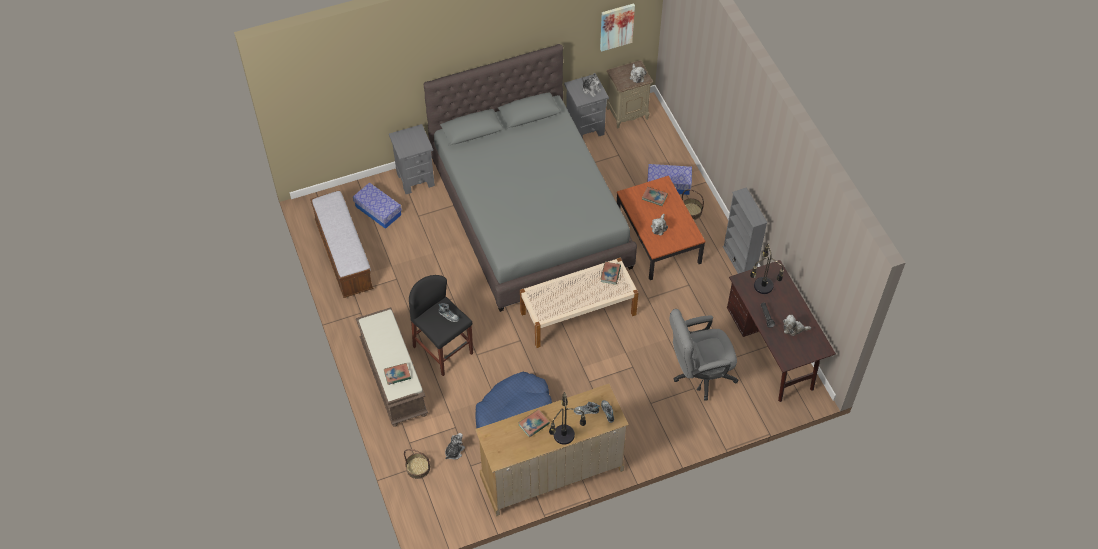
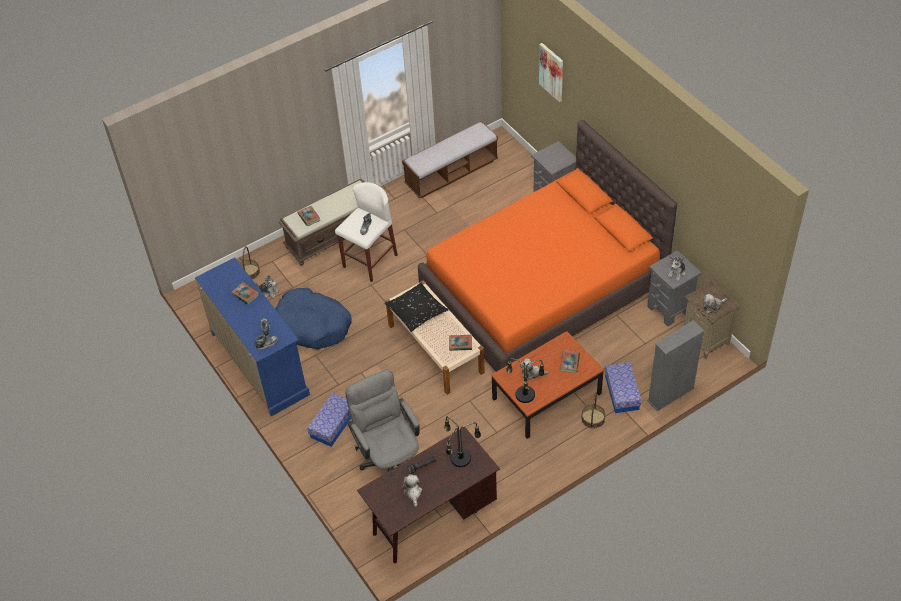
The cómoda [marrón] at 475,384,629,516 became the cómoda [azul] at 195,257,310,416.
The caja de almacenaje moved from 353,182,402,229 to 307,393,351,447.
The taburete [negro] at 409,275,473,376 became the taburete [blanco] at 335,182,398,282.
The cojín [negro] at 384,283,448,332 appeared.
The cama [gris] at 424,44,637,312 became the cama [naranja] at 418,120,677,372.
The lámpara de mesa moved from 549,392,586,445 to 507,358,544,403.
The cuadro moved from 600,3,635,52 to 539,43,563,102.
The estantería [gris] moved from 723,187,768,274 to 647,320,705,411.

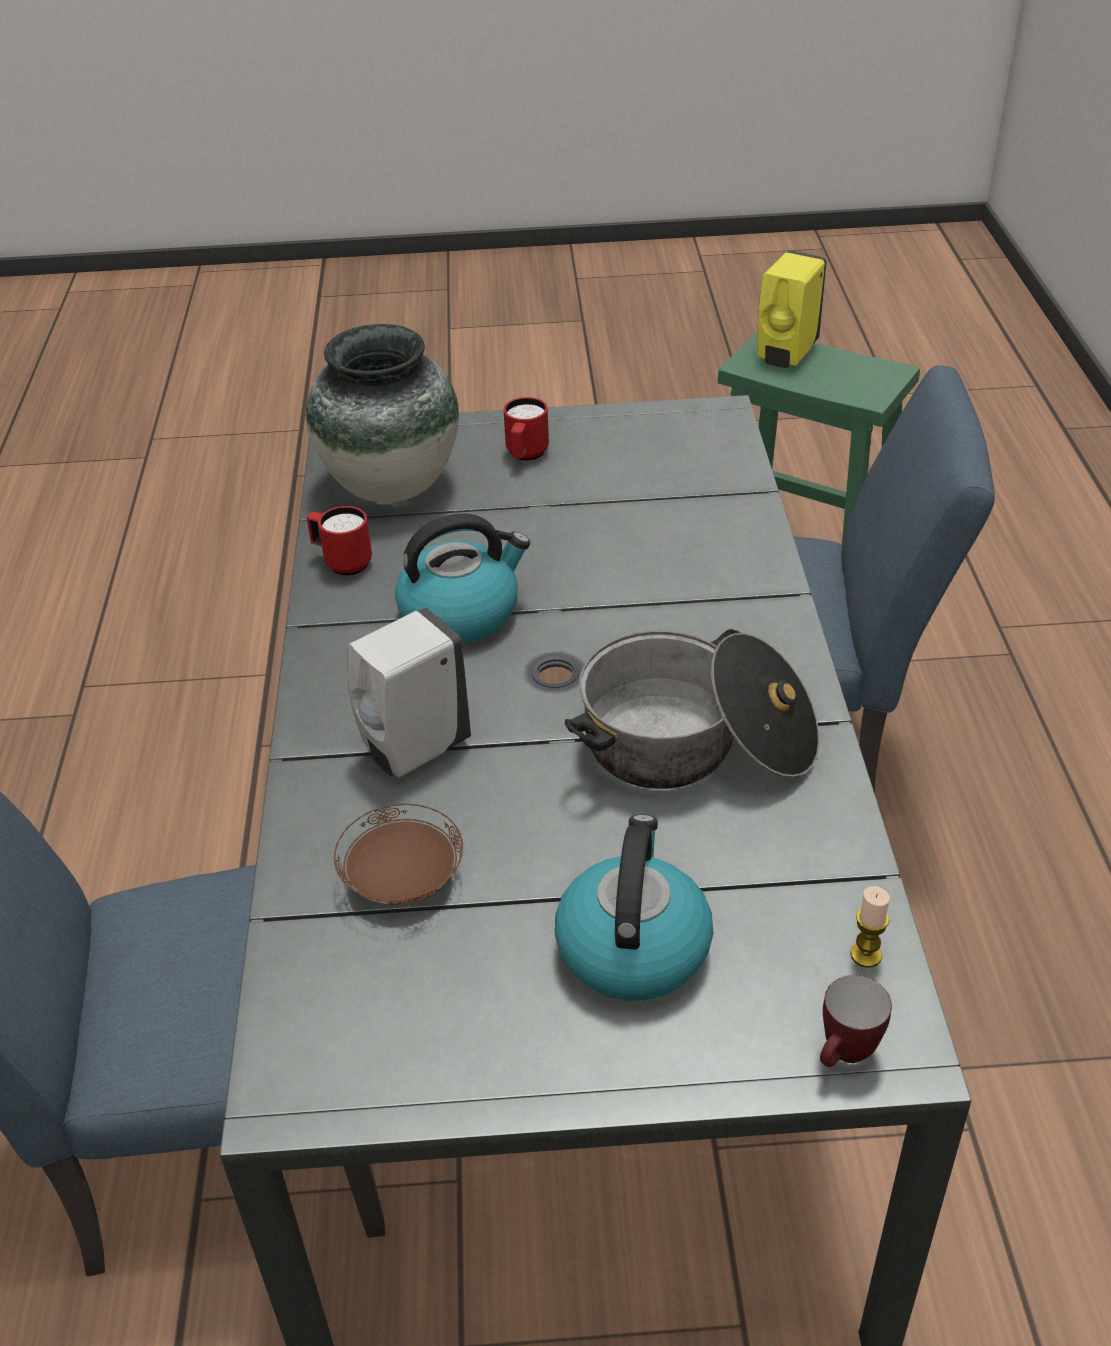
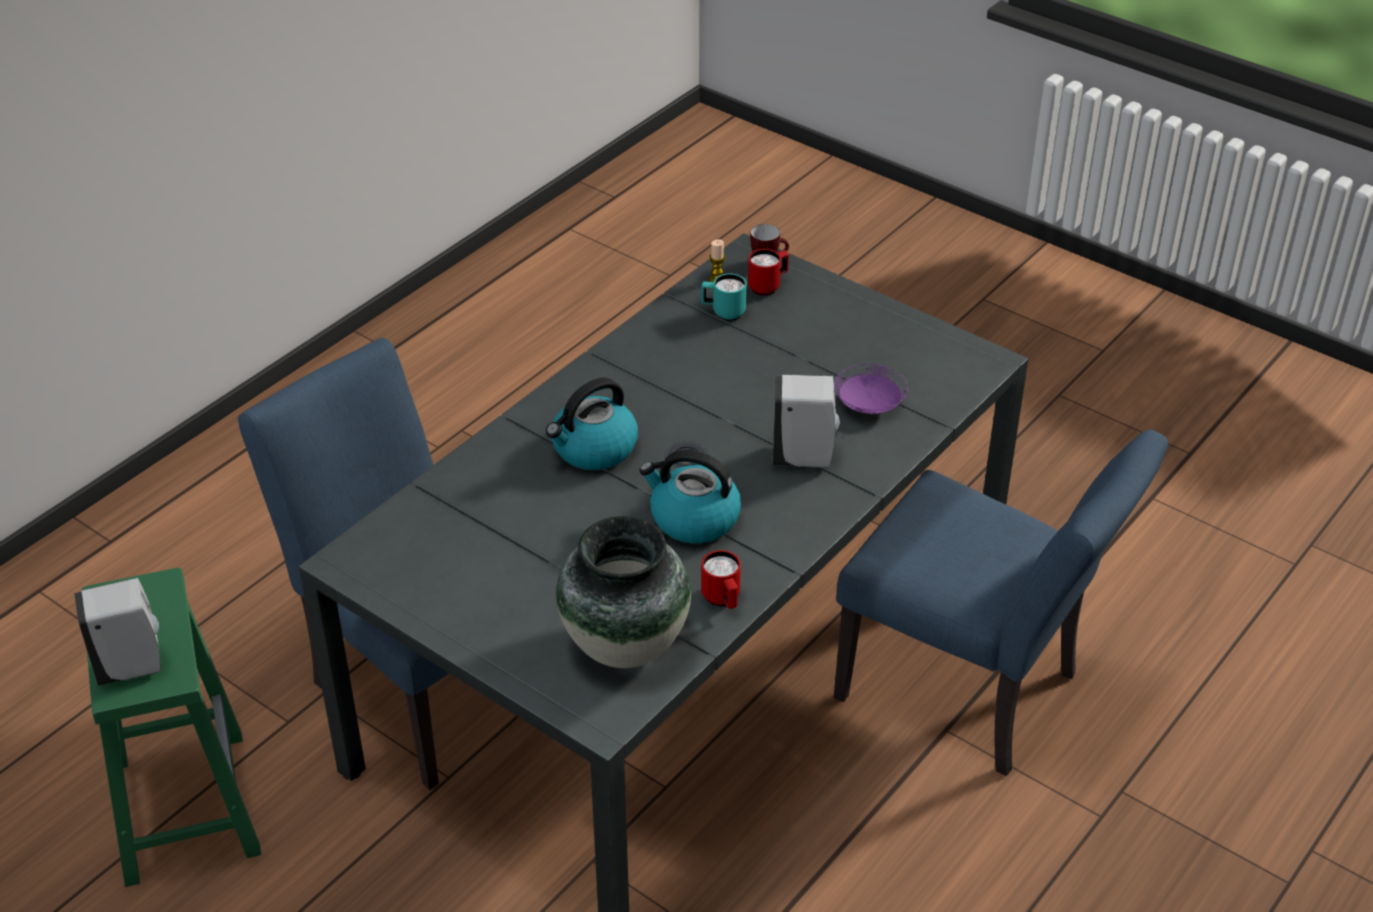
The dispensador de jabón [amarillo] at 757,251,827,368 became the dispensador de jabón [blanco] at 74,578,161,686.
The hervidor moved from 555,815,713,1000 to 546,377,638,470.
The taza grande [turquesa] at 702,274,746,321 appeared.
The taza grande [rojo] moved from 503,397,549,461 to 748,249,789,296.
The plato [marrón] at 334,804,463,905 became the plato [morado] at 834,364,908,414.
The olla at 565,629,819,789 disappeared.

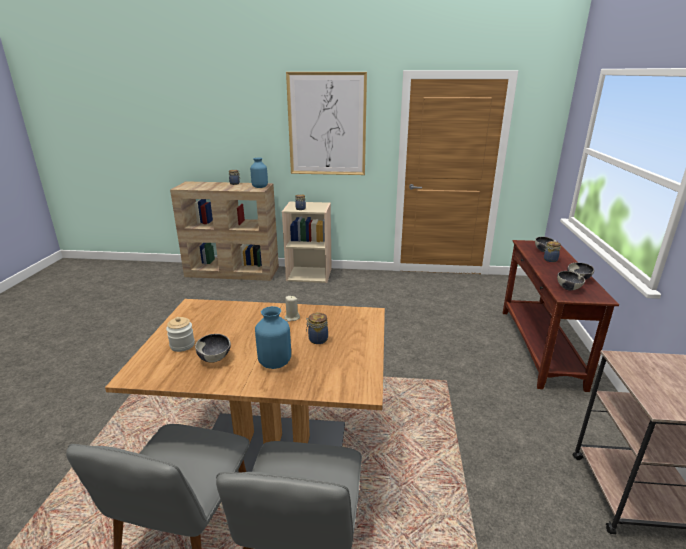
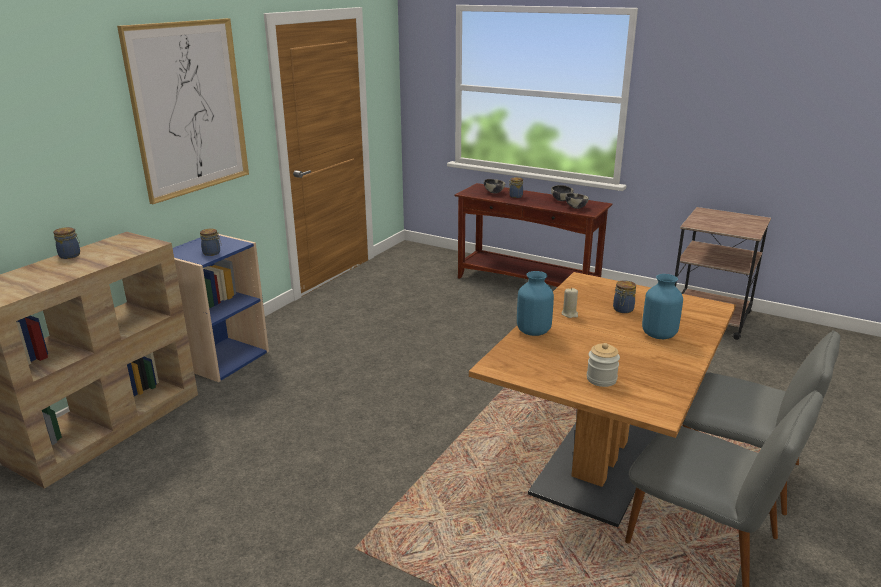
The estantería [beis] at 282,202,331,283 became the estantería [azul] at 173,234,269,382.
The florero [azul] moved from 250,158,268,188 to 517,271,554,336.
The cuenco at 195,334,231,363 disappeared.

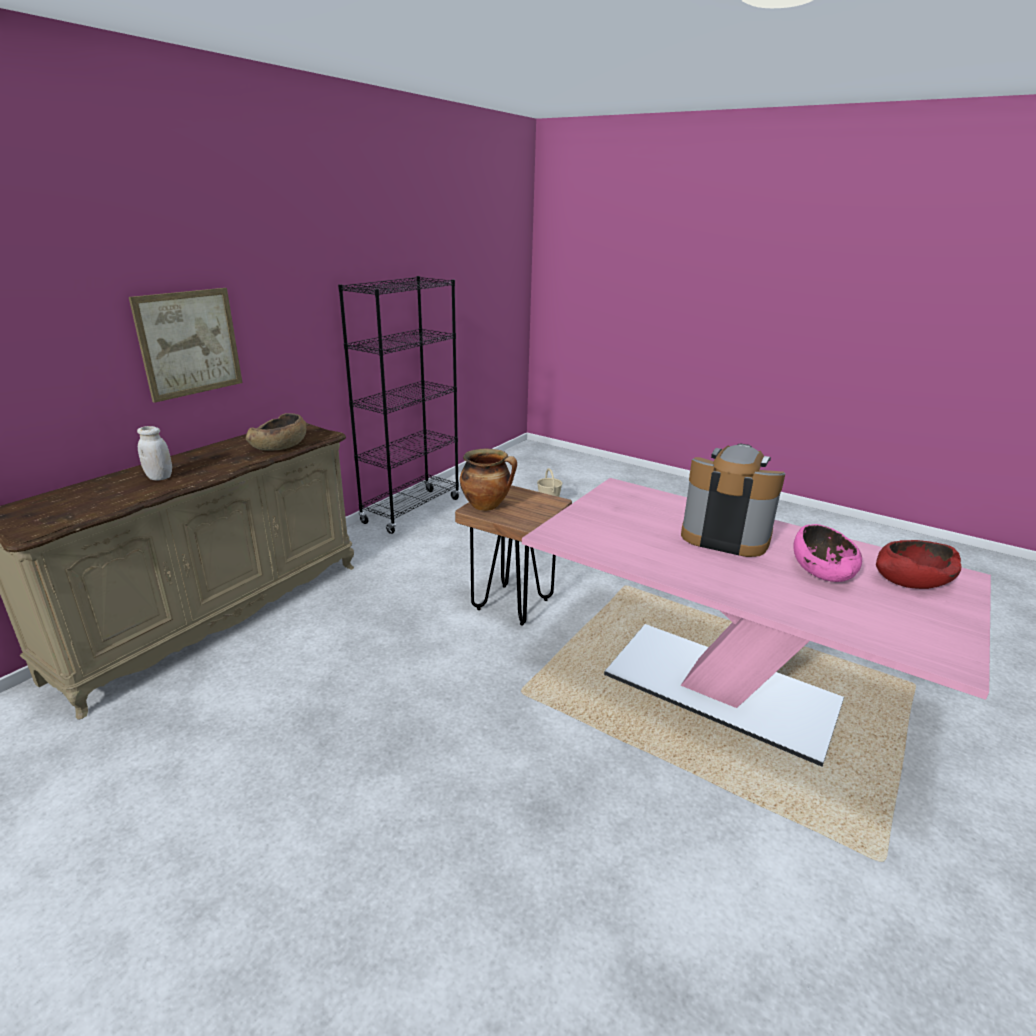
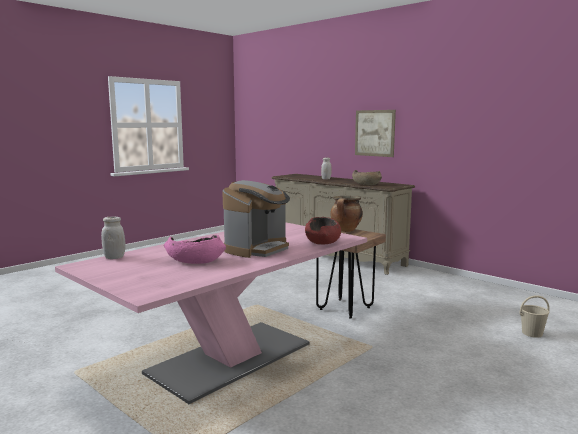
The tarro [blanco] at 101,217,125,259 appeared.
The cuenco [rojo] moved from 876,540,961,589 to 305,217,341,245.
The estantería [negro] at 338,276,460,534 disappeared.

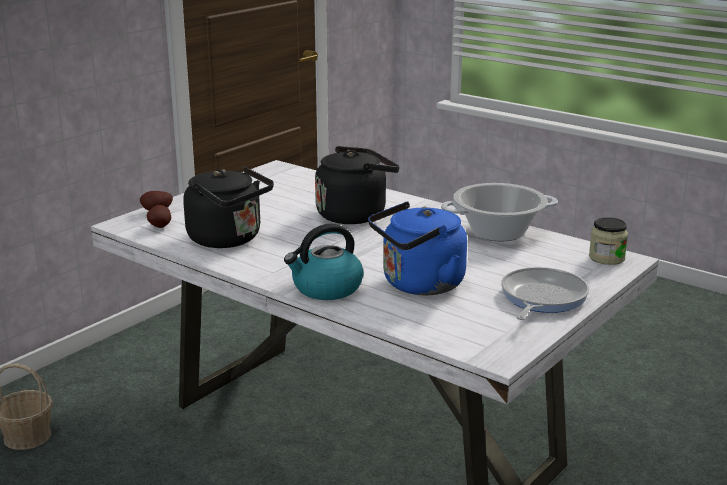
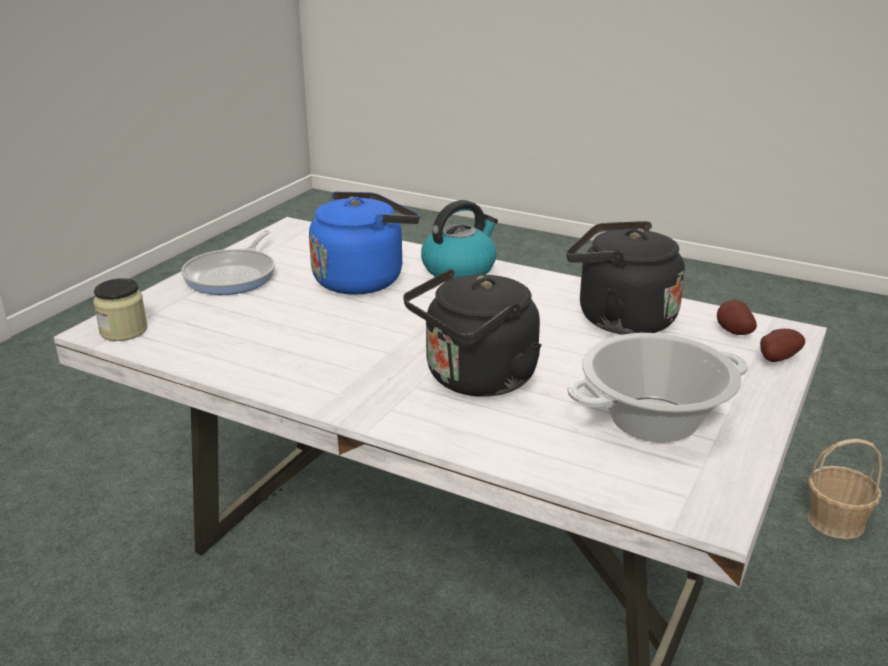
The olla moved from 441,183,558,241 to 567,333,748,443.

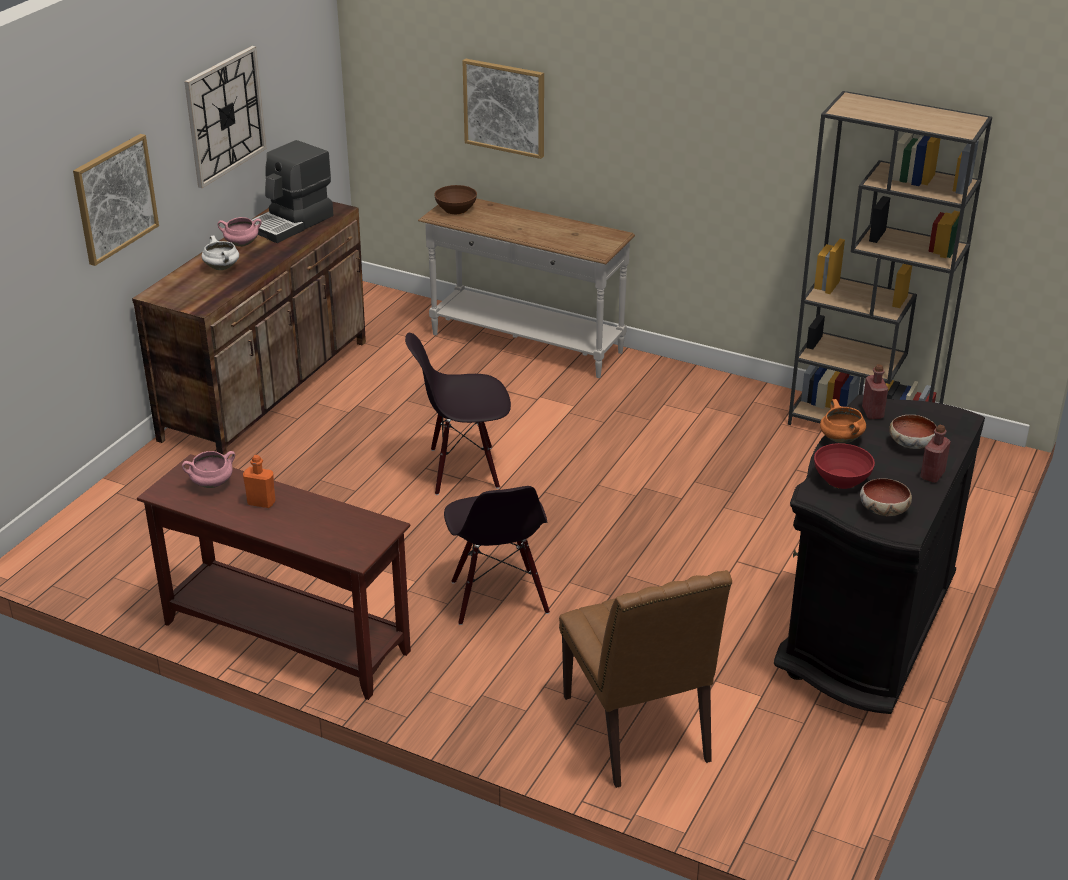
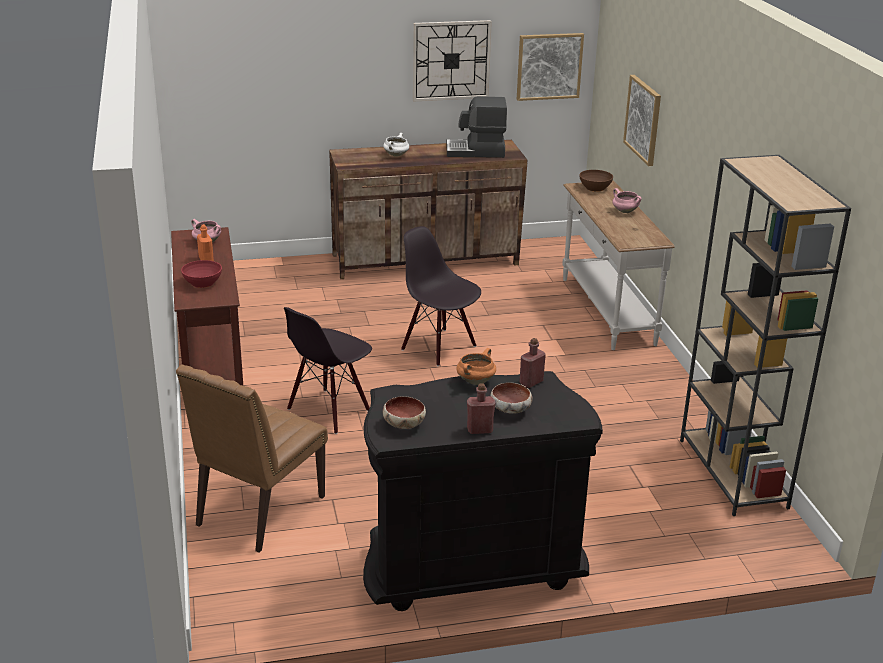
The cuenco [rojo] moved from 814,443,875,489 to 181,260,222,288.
The cuadro moved from 73,134,159,266 to 517,33,584,101.
The olla [rosa] moved from 218,217,262,247 to 612,188,641,213.

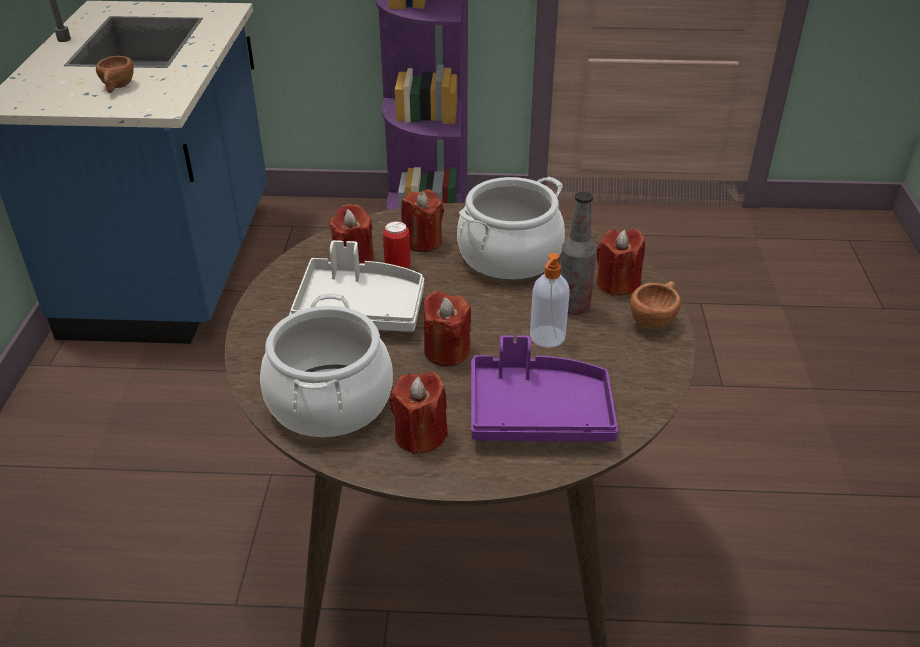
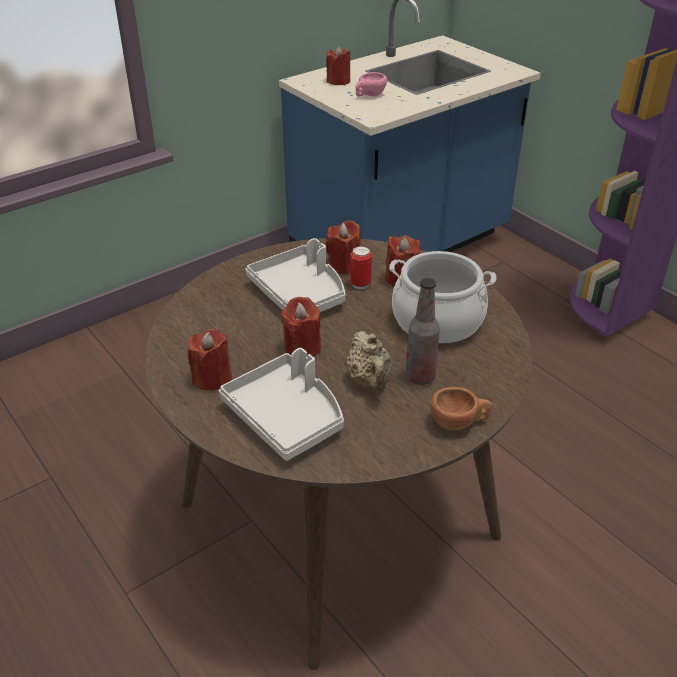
The bandeja [morado] at 471,335,618,442 became the bandeja [gris] at 219,348,344,461.
The vela [rojo] moved from 597,229,645,296 to 326,46,351,85.
The dispensador de jabón at 530,253,570,348 was replaced by the tetera [beis] at 347,331,393,392.
The taza [marrón] at 96,56,134,93 became the taza [rosa] at 356,72,387,97.
The olla at 260,293,393,438 disappeared.

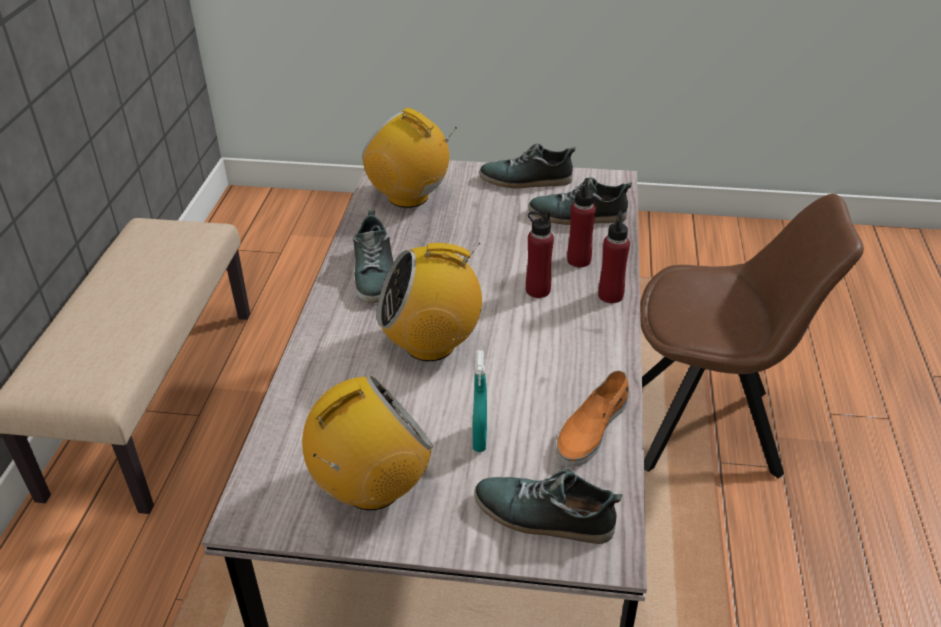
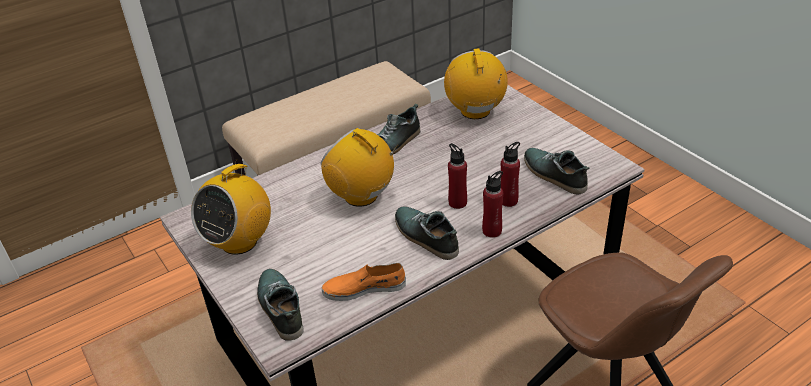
The radio at 302,375,433,511 turned 105 degrees clockwise.
The zapato moved from 479,144,576,189 to 395,206,459,260.
The pulverizador [turquesa] at 473,350,487,452 disappeared.

